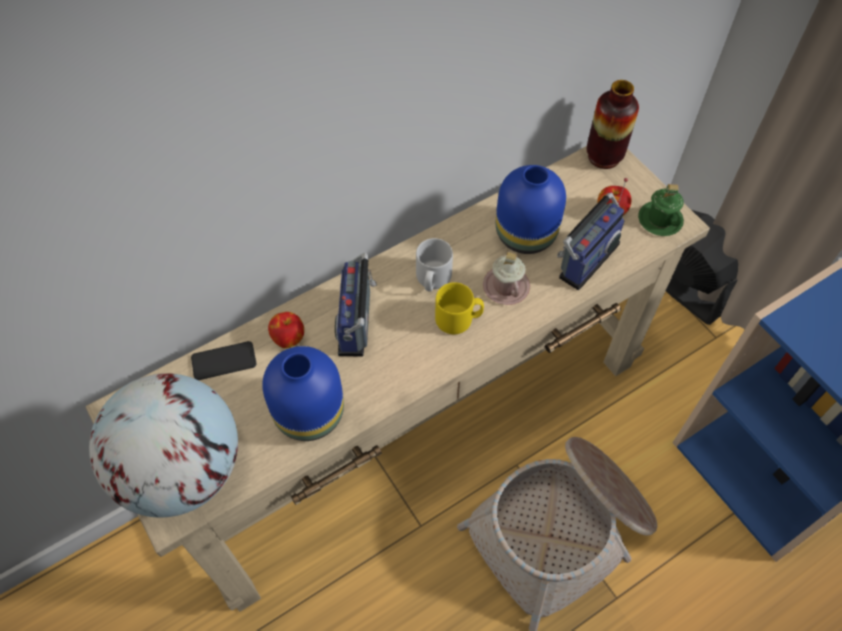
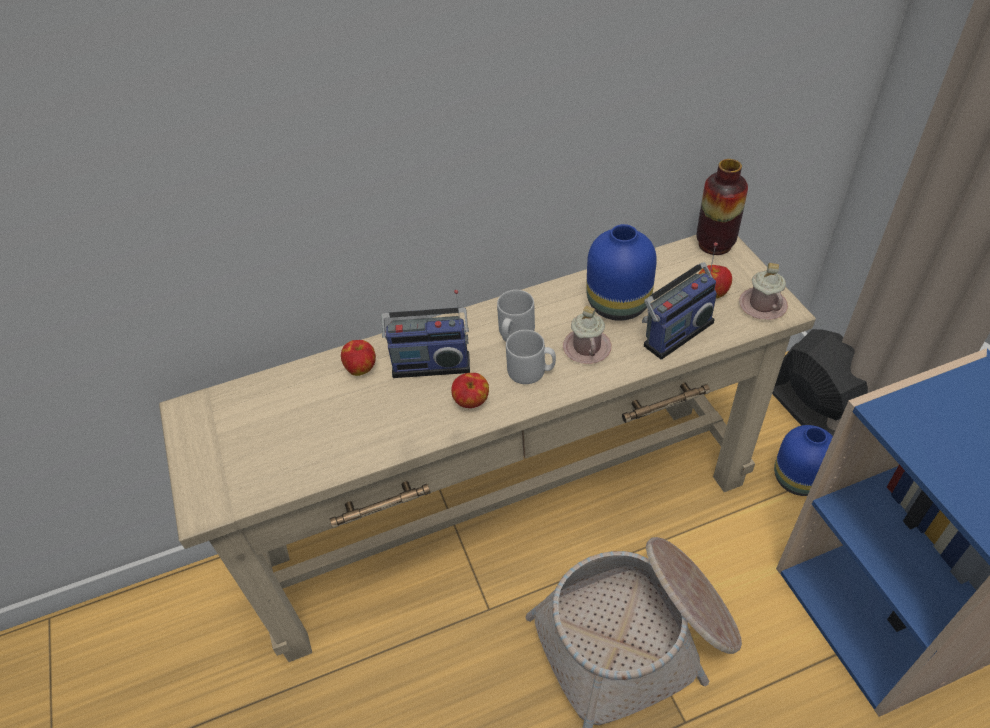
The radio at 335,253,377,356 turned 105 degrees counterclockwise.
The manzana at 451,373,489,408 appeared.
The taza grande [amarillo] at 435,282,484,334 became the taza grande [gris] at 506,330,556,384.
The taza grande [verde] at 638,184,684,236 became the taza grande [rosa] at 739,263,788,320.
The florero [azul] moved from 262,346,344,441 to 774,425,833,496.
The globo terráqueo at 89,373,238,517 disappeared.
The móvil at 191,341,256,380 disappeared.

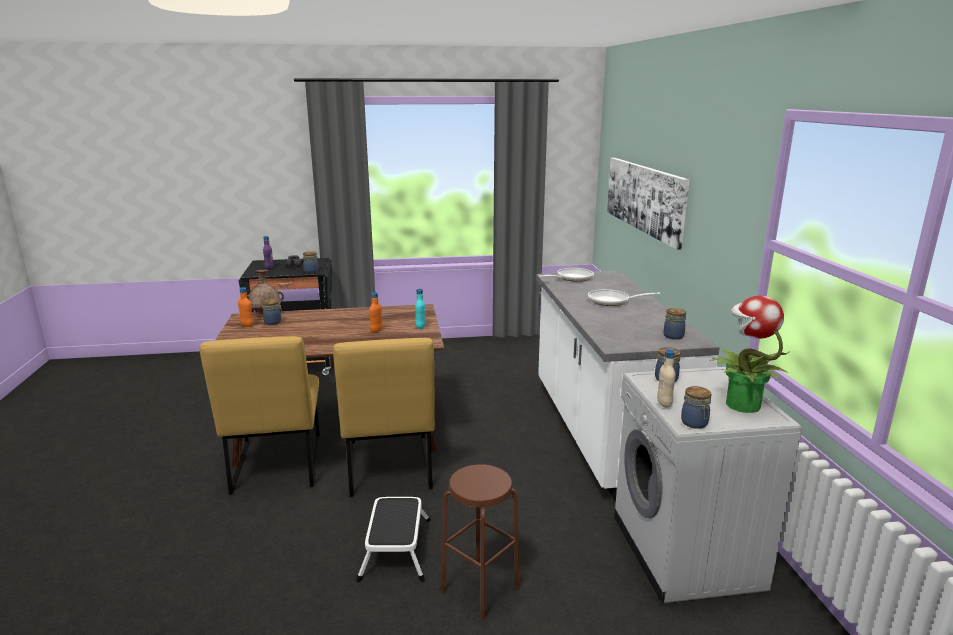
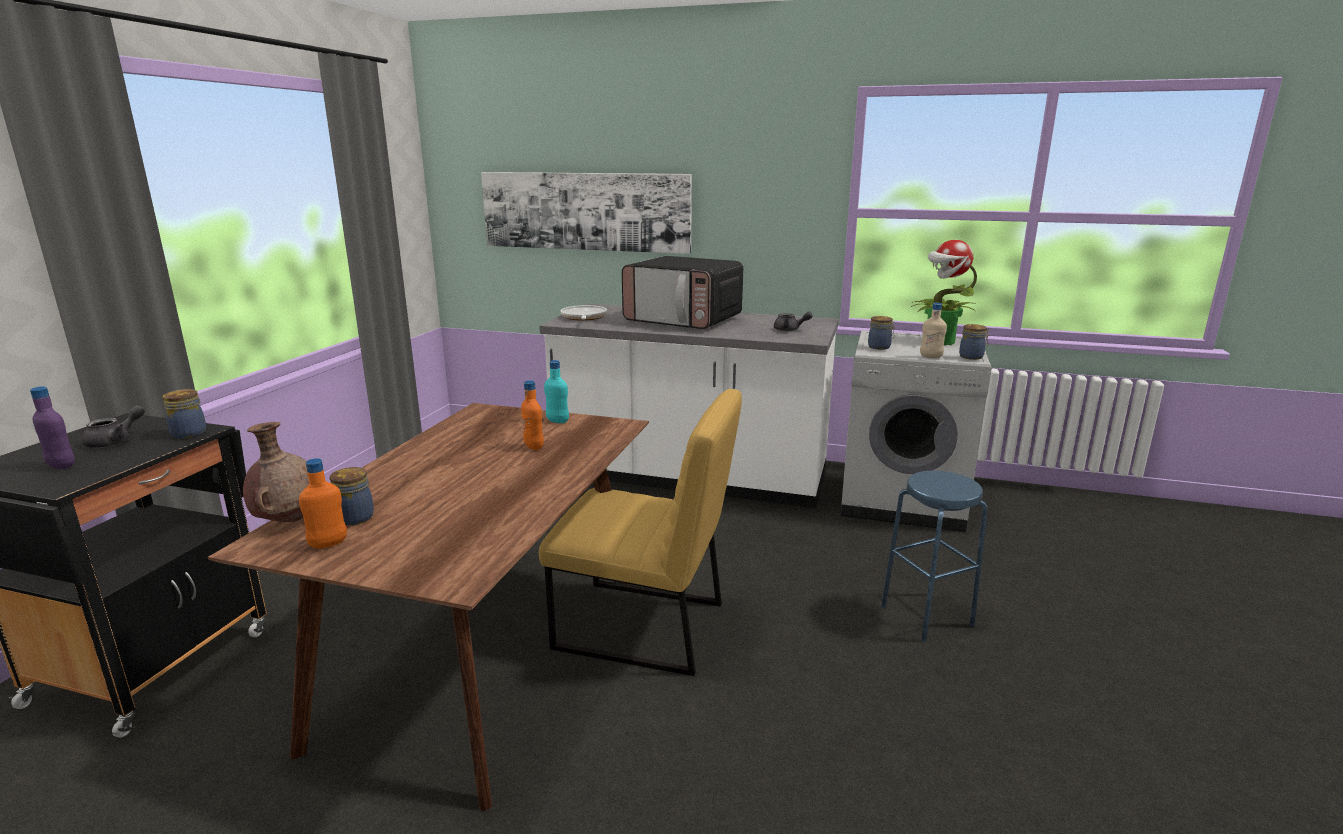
The sartén at 588,289,660,306 was replaced by the microondas at 622,256,743,329.
The tetera [gris] at 774,311,813,331 appeared.
The taburete [marrón] at 441,464,519,621 became the taburete [azul] at 881,471,988,642.
The silla [amarillo] at 199,336,320,495 disappeared.
The escalera de tijera [negro] at 356,497,431,582 disappeared.
The tarro at 663,308,686,340 disappeared.

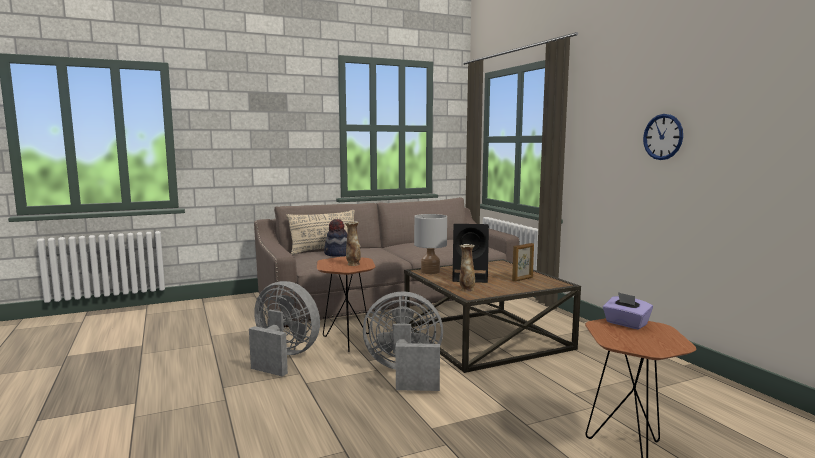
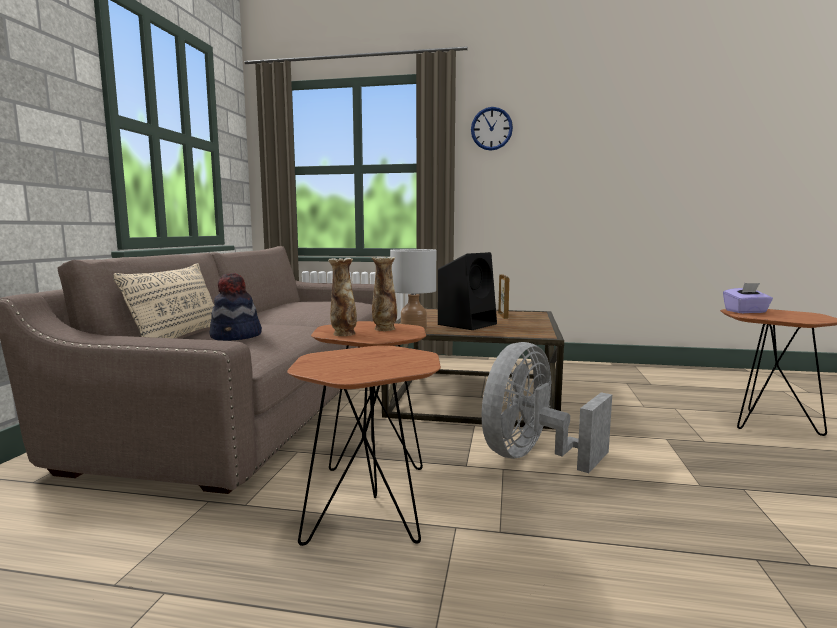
The ventilador [gris] at 249,281,320,377 was replaced by the mesa auxiliar [marrón] at 287,345,441,546.
The florero moved from 459,244,475,292 to 328,258,357,336.
The reloj de pared moved from 643,114,683,160 to 471,107,513,151.

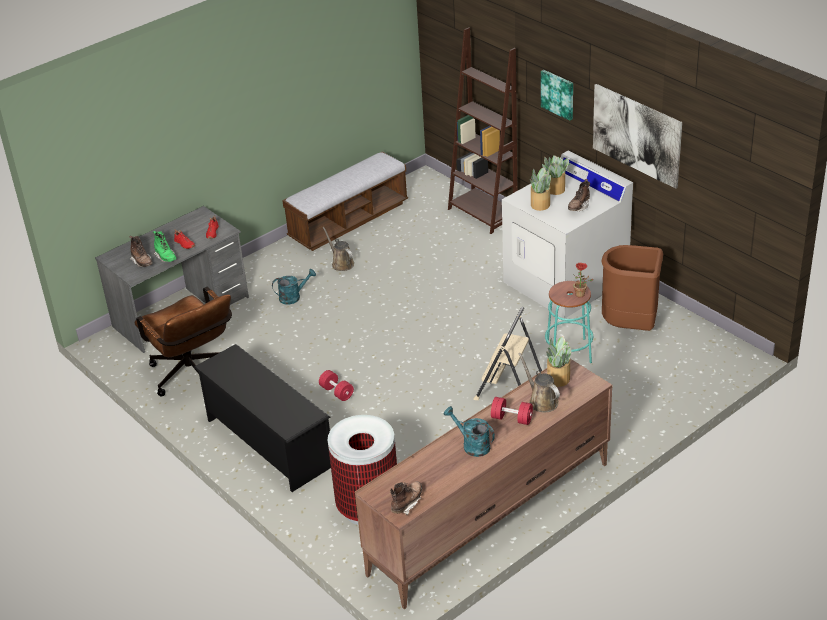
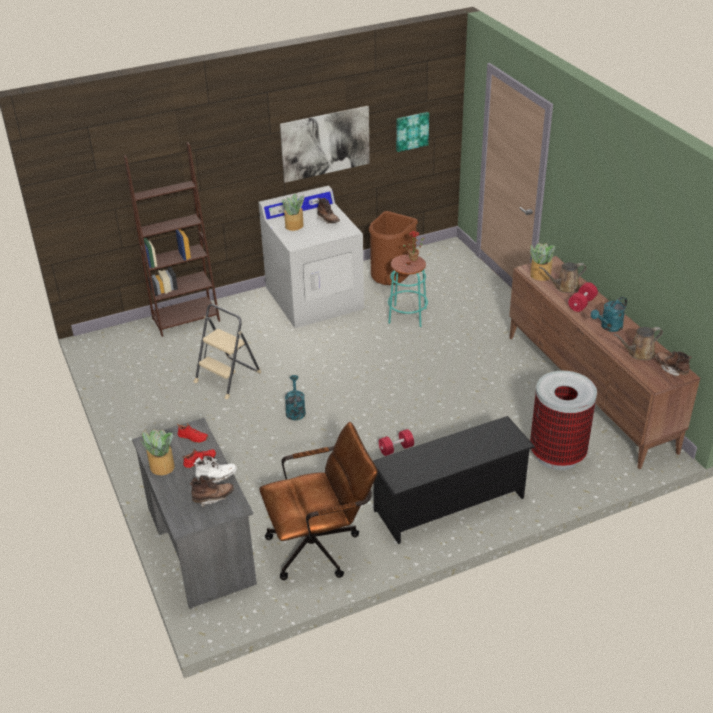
The planta en maceta moved from 530,167,551,211 to 140,429,175,475.
The escalera de tijera [beis] moved from 473,307,542,400 to 193,304,261,399.
The bota [verde] at 153,231,176,262 became the bota [blanco] at 193,456,237,483.
The regadera [turquesa] moved from 272,269,316,305 to 285,375,306,420.
The cuadro moved from 541,70,573,121 to 396,112,429,152.
The regadera [marrón] moved from 322,227,354,271 to 614,327,663,360.
The banco at 282,152,408,251 disappeared.

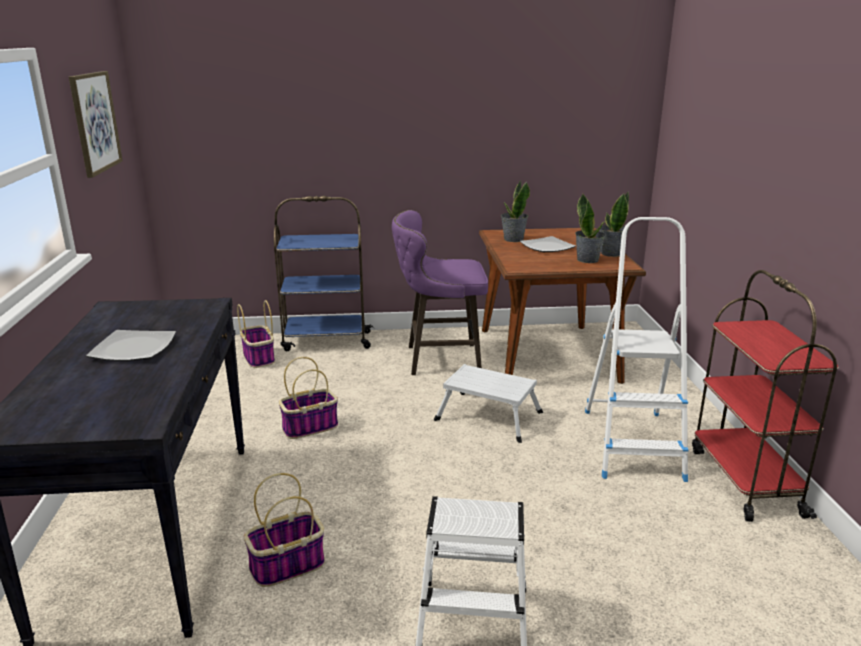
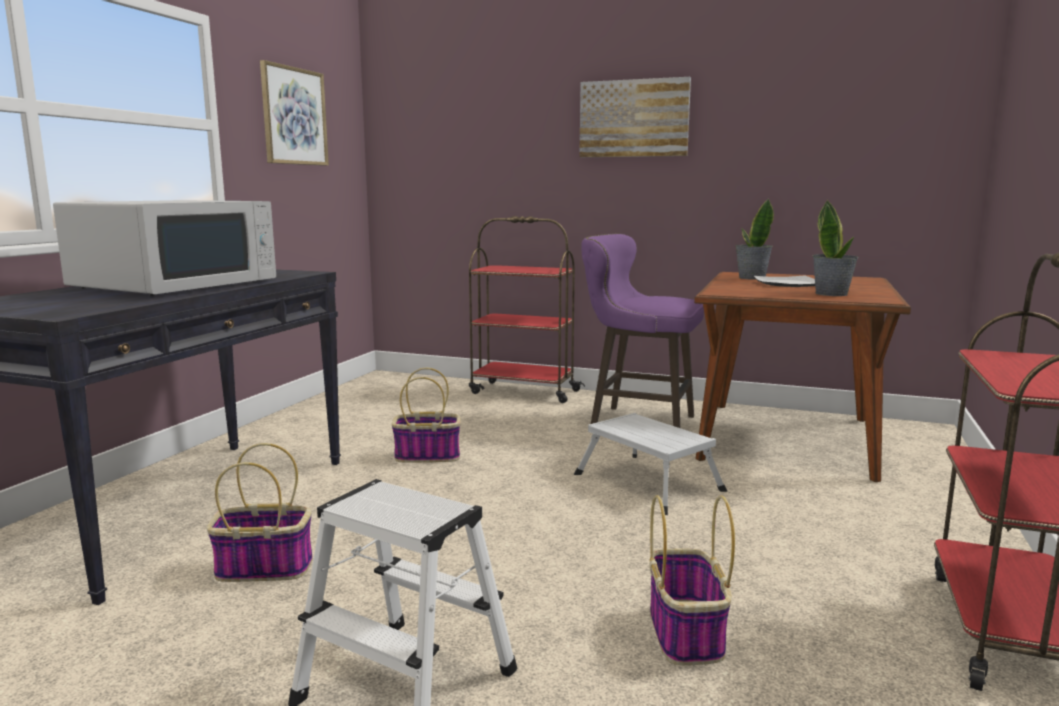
The plato at 86,330,176,361 was replaced by the microondas [blanco] at 53,200,276,296.
The carrito [azul] at 274,196,374,351 became the carrito [rojo] at 469,216,585,403.
The cuadro at 579,77,691,157 appeared.
The cesta moved from 237,300,275,368 to 649,495,735,665.
The escalera de tijera [blanco] at 585,217,689,482 disappeared.
The planta en maceta at 599,192,629,257 disappeared.

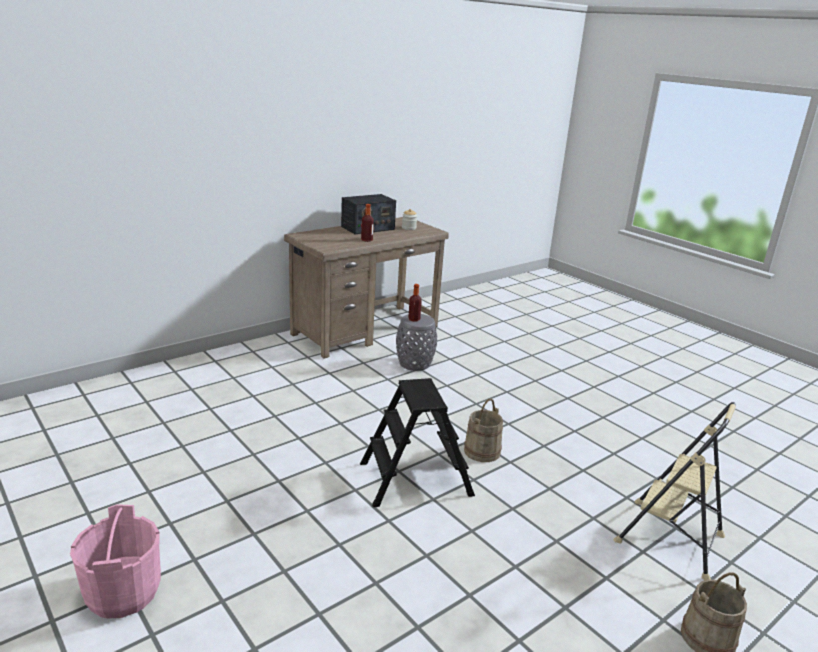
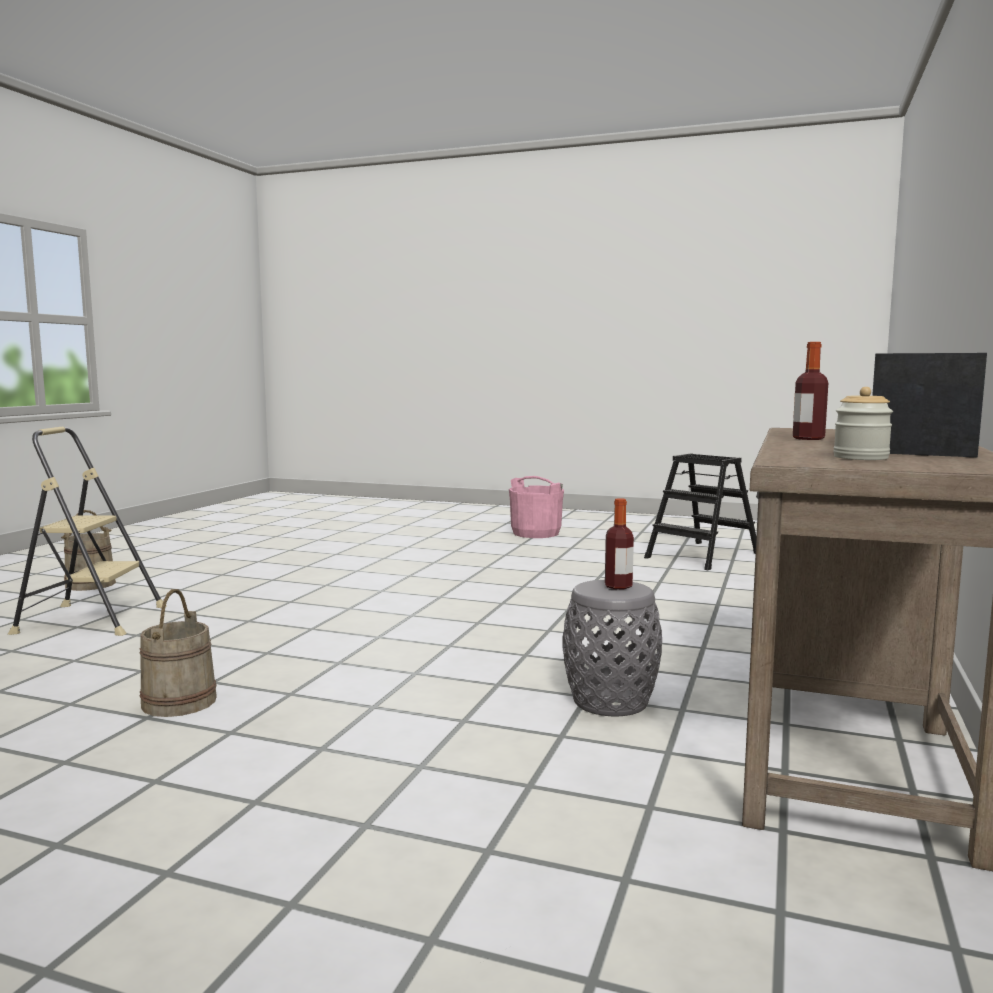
The cubo [beis] moved from 464,398,503,462 to 139,589,217,717.
The escalera de tijera [negro] moved from 360,378,475,507 to 644,454,756,570.

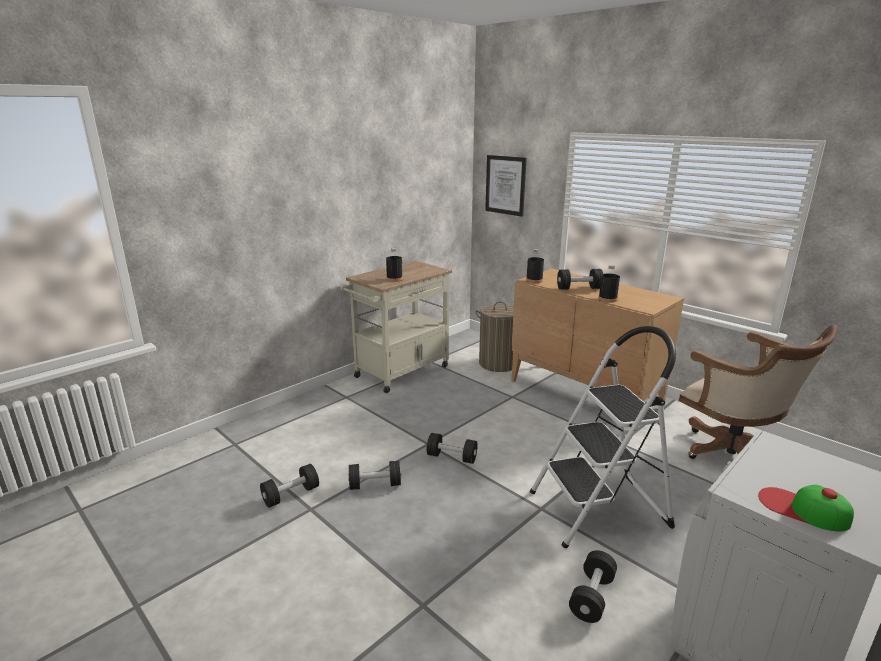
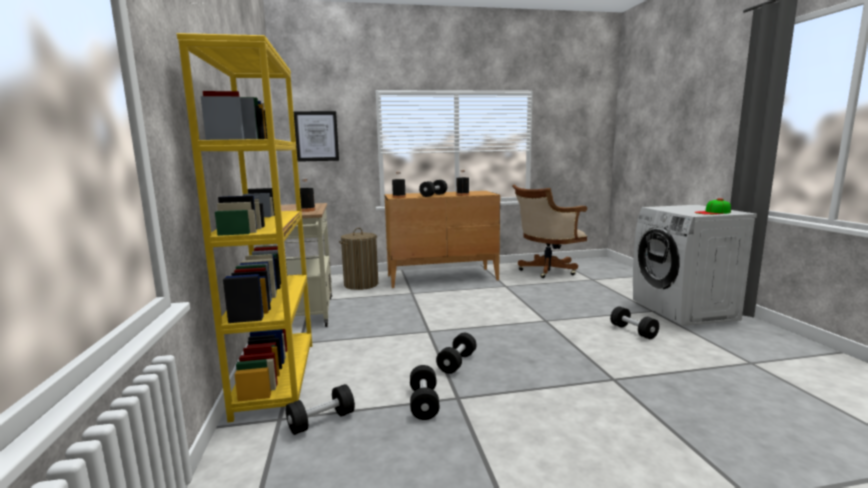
The estantería [amarillo] at 177,33,312,423 appeared.
The mancuerna [negro] moved from 427,433,478,464 to 286,384,355,435.
The silla de oficina at 679,324,837,459 turned 150 degrees clockwise.
The escalera de tijera at 530,326,676,548 disappeared.

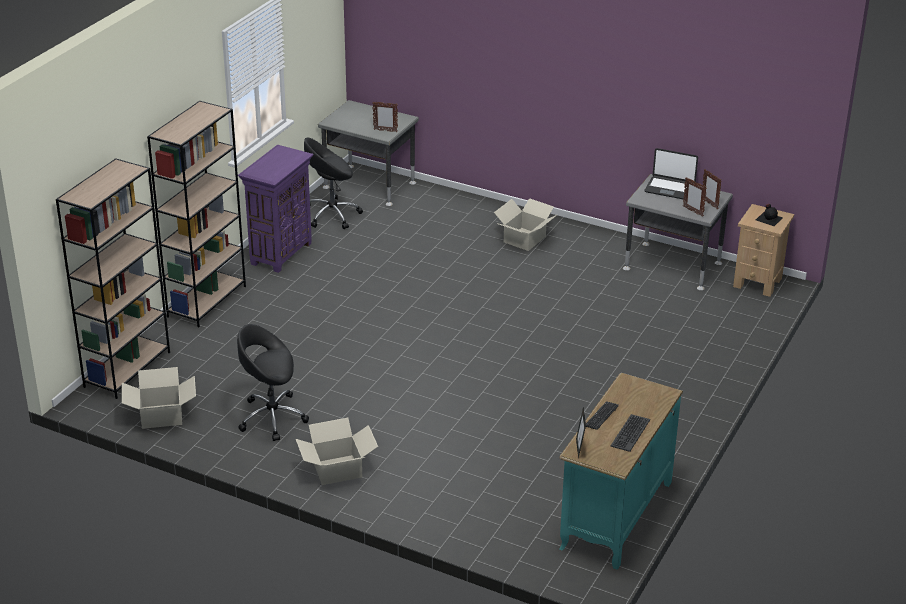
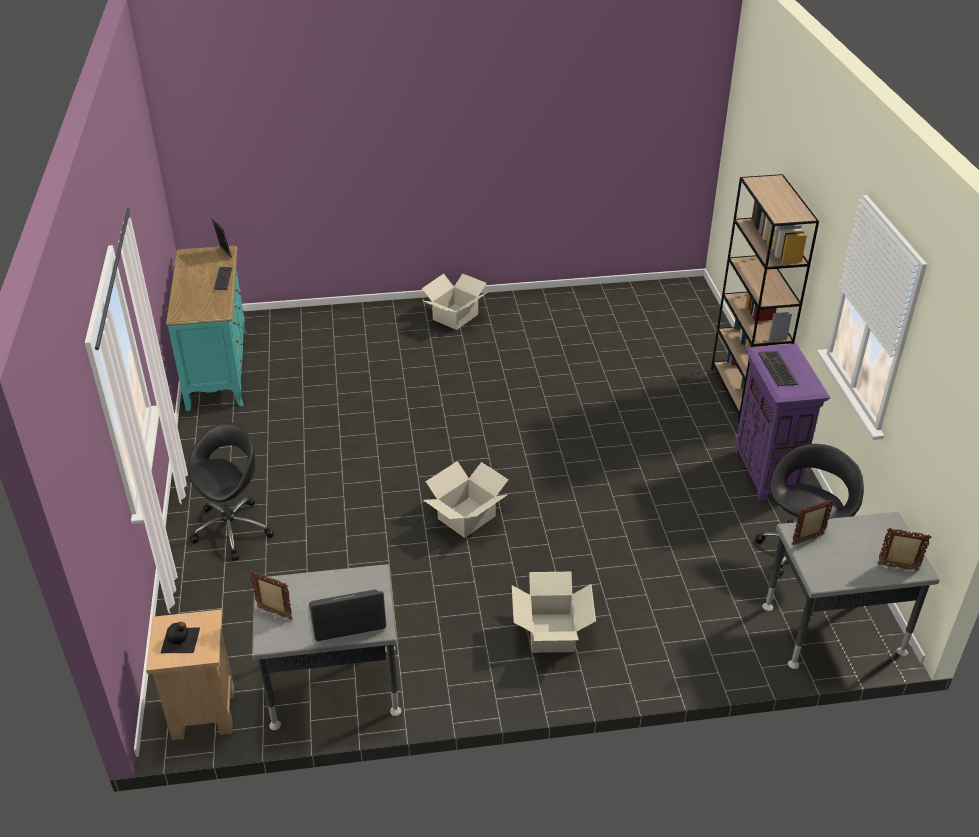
The silla de oficina [negro] moved from 237,324,309,441 to 188,422,274,561.
The caja de cartón moved from 122,367,196,429 to 424,461,508,538.
The teclado moved from 610,414,650,452 to 758,351,798,386.
The portarretratos moved from 683,177,707,217 to 877,528,932,571.
The estantería [beis] at 56,158,170,399 disappeared.

